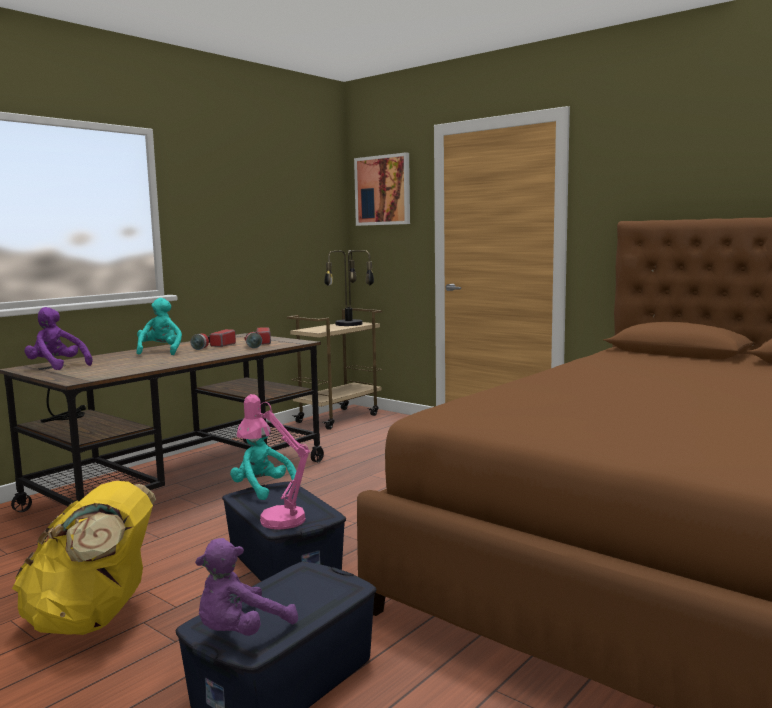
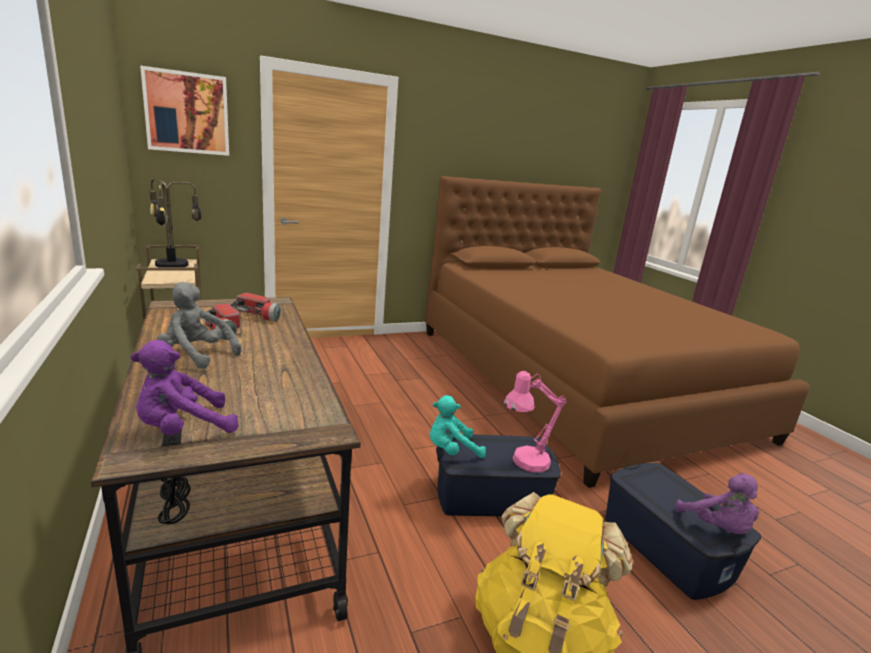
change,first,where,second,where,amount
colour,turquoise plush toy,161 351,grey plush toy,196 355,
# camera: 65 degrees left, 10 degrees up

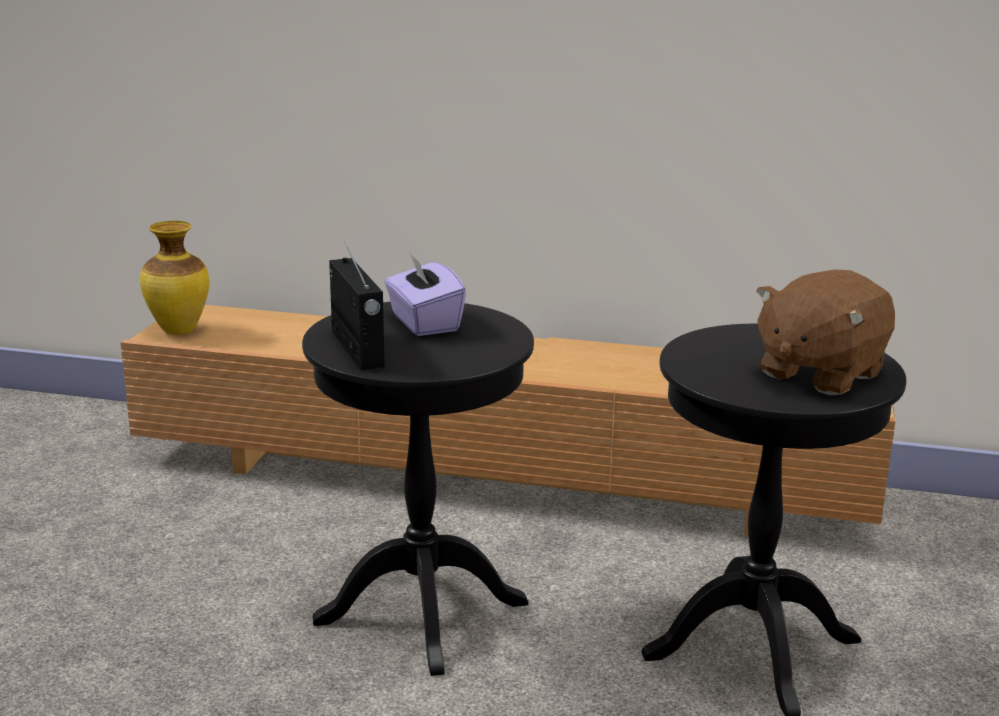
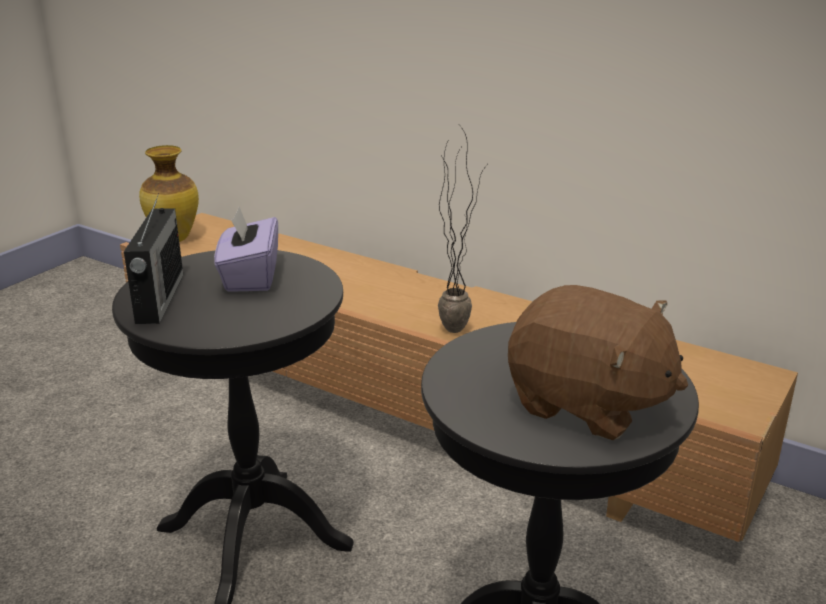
change,first,where,second,where,amount
spun,brown plush toy,819 373,,587 404,120 degrees counterclockwise
appeared,,,potted plant,459 325,
# camera: 20 degrees right, 5 degrees up

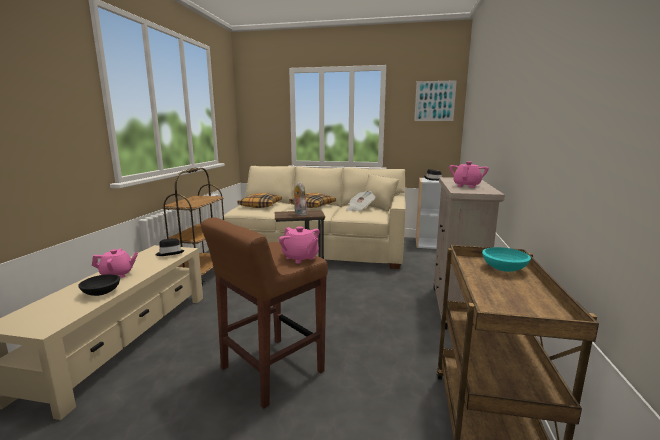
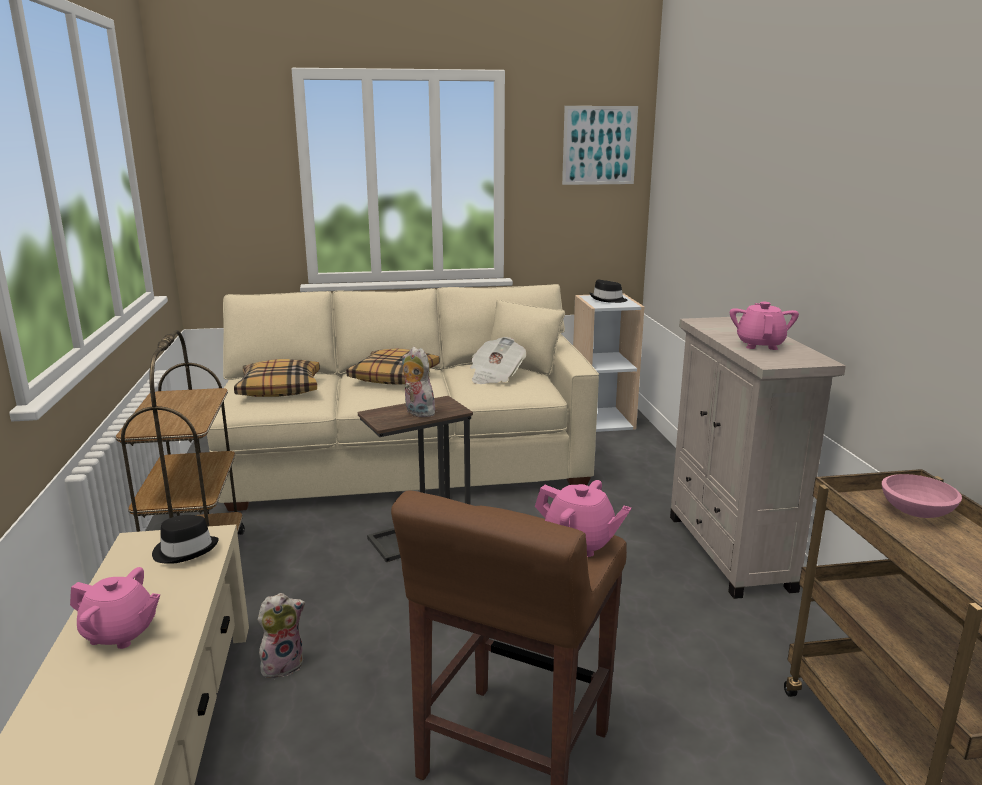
change,first,where,second,where,amount
colour,turquoise bowl,504 269,pink bowl,917 511,
spun,pink teapot,117 274,,120 633,45 degrees clockwise
missing,black bowl,102 292,,,
appeared,,,plush toy,283 664,
# camera: 20 degrees left, 5 degrees up

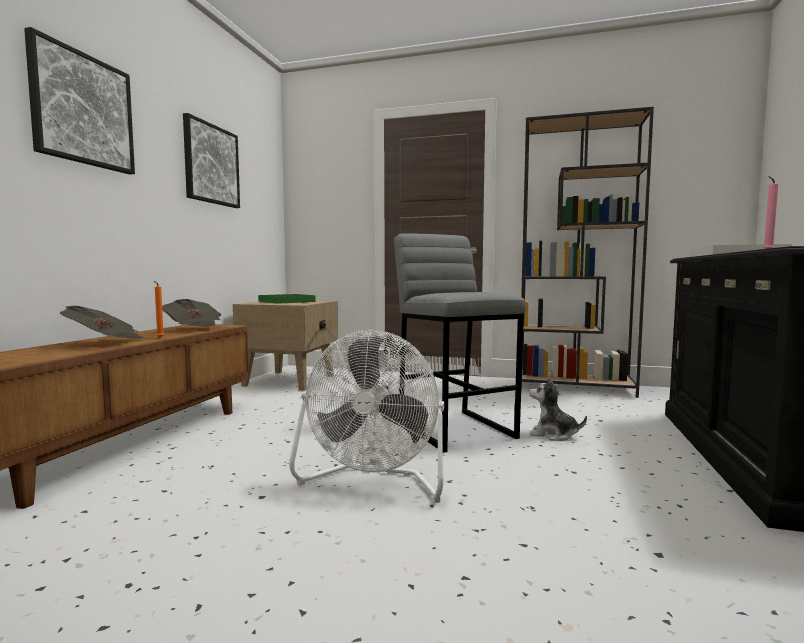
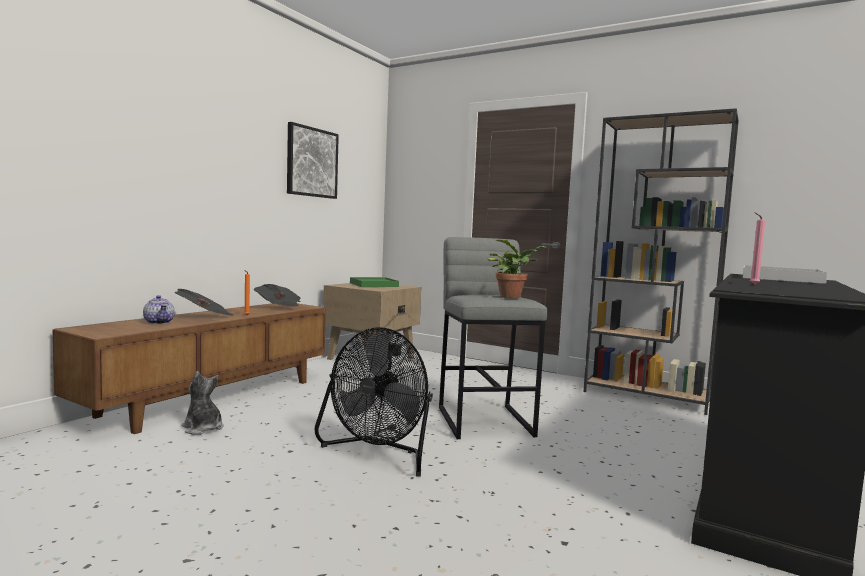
change,first,where,second,where,amount
missing,picture,83 109,,,
colour,white fan,370 479,black fan,379 451,
relocated,plush toy,553 435,,203 428,
appeared,,,potted plant,512 297,
appeared,,,teapot,159 322,
# camera: 15 degrees right, 0 degrees up

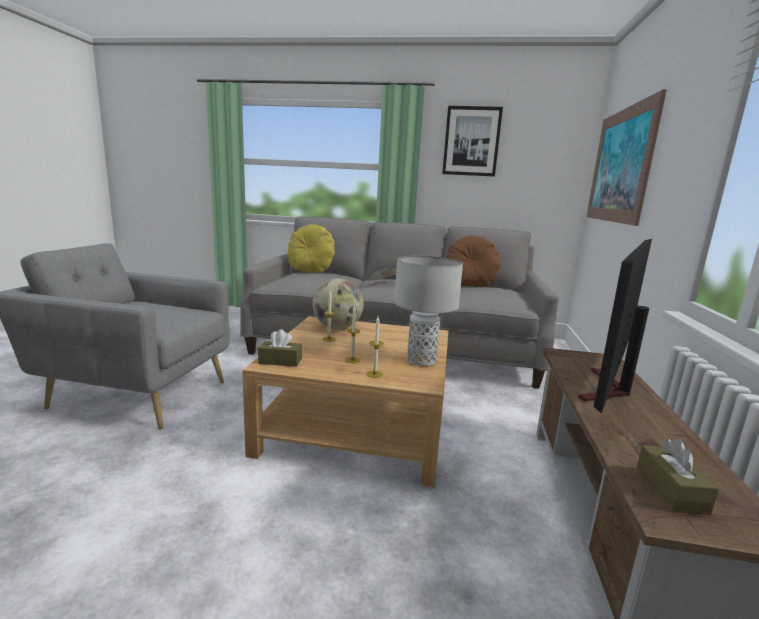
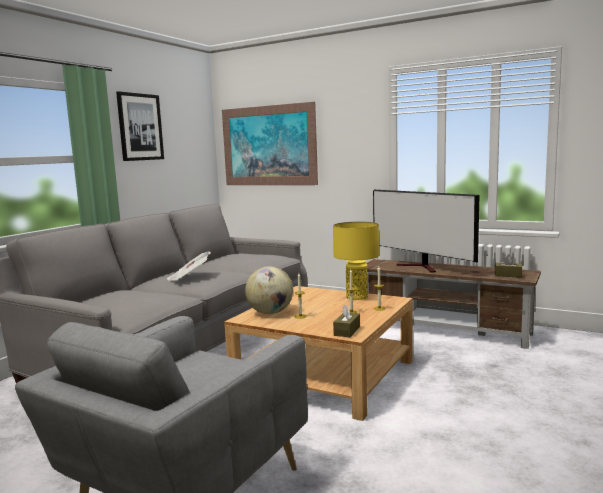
change,first,where,second,where,amount
missing,yellow pillow,311 271,,,
missing,brown pillow,470 285,,,
colour,white table lamp,422 360,yellow table lamp,357 296,
# camera: 70 degrees left, 5 degrees down

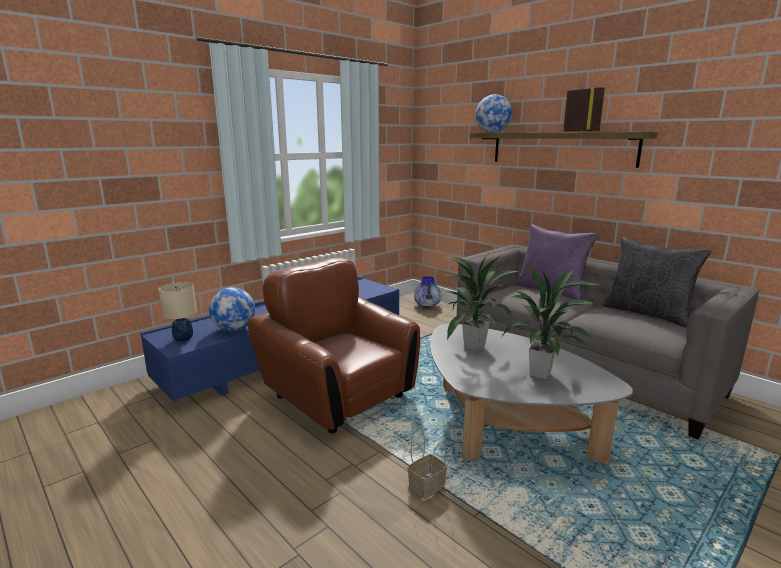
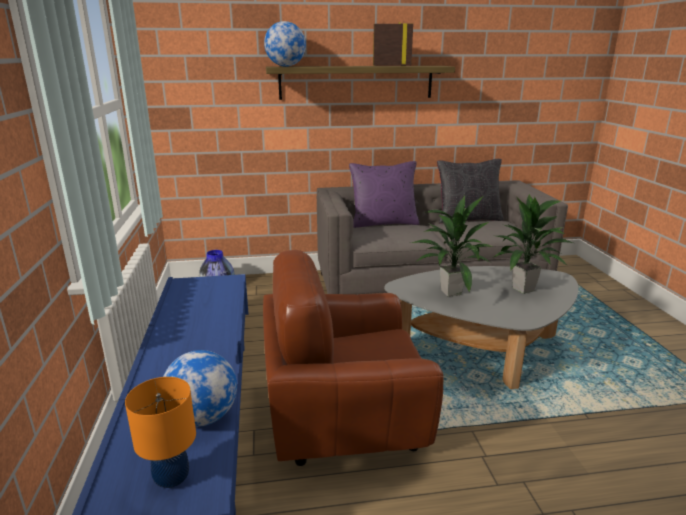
change,first,where,second,where,amount
colour,beige table lamp,182 339,orange table lamp,172 480,
missing,basket,426 487,,,
# camera: 55 degrees left, 5 degrees up

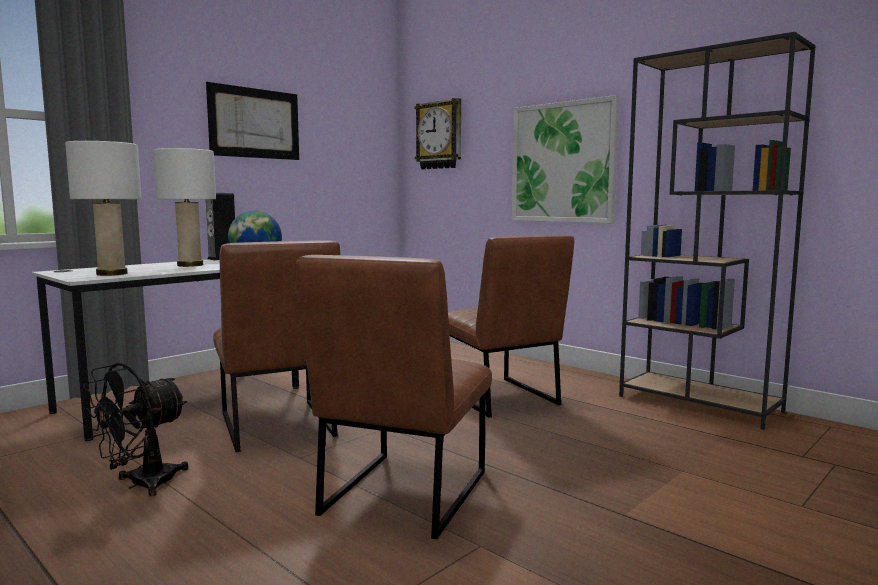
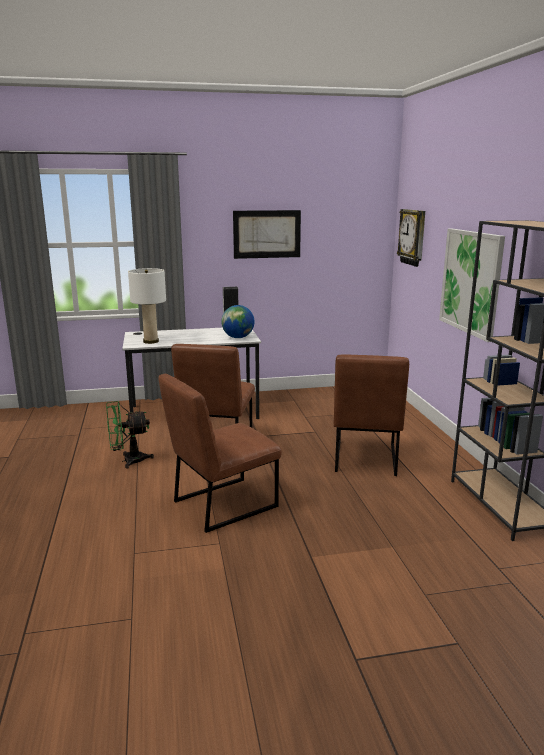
change,first,where,second,where,amount
missing,white table lamp,190 265,,,
colour,black fan,141 484,green fan,128 460,
# camera: 35 degrees right, 10 degrees up

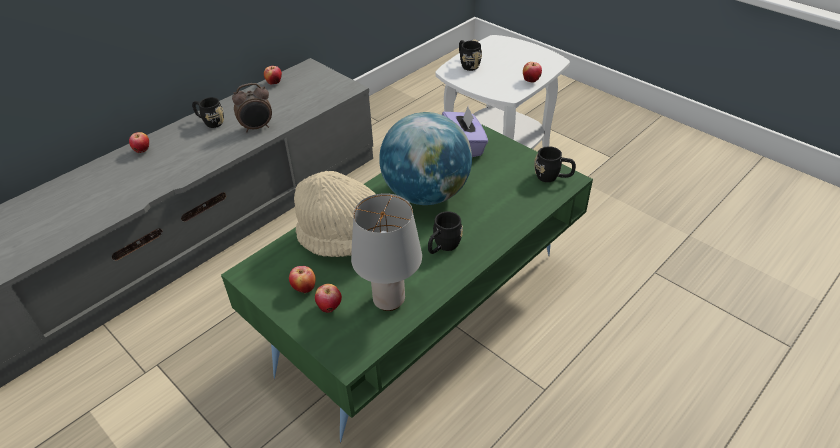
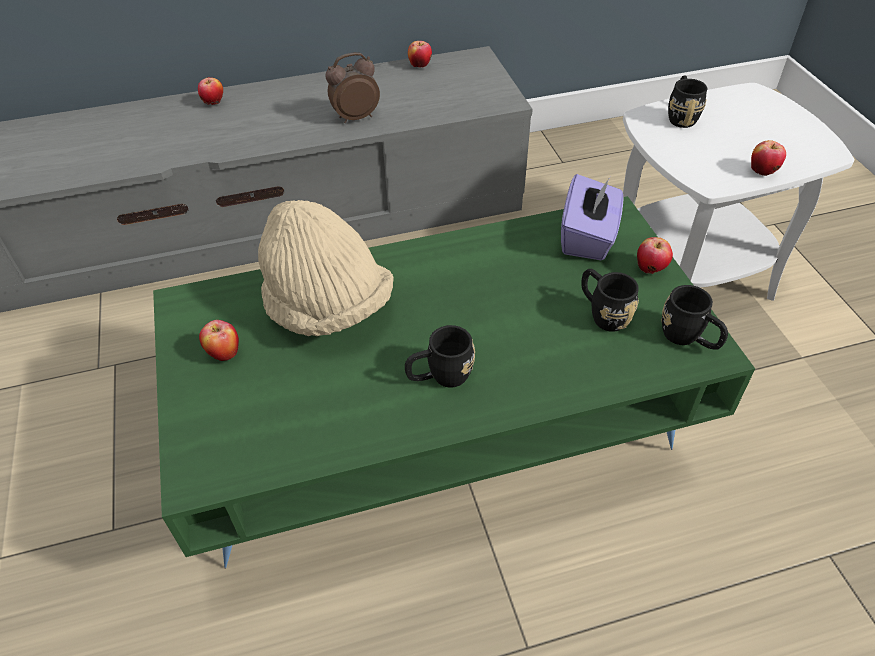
change,first,where,second,where,amount
spun,alarm clock,257 128,,355 117,150 degrees clockwise
relocated,black mug,210 122,,603 313,
missing,globe,426 194,,,
missing,grey table lamp,389 300,,,
relocated,apple,330 307,,650 269,
# camera: 30 degrees right, 5 degrees up

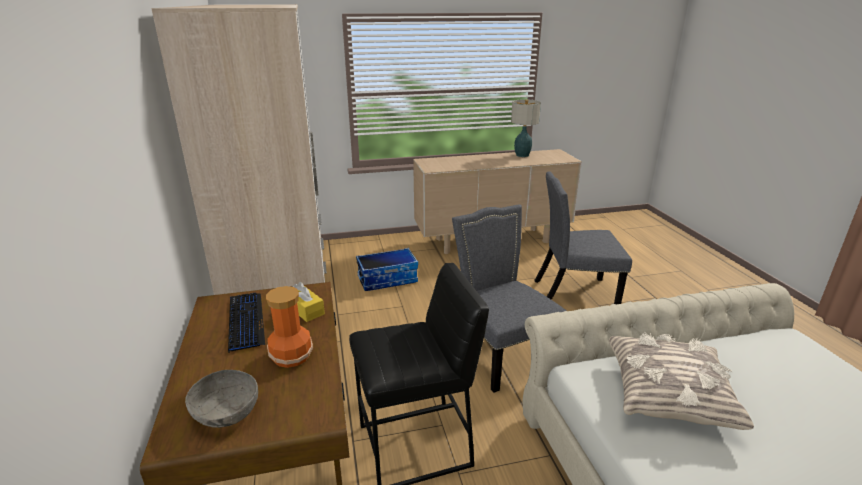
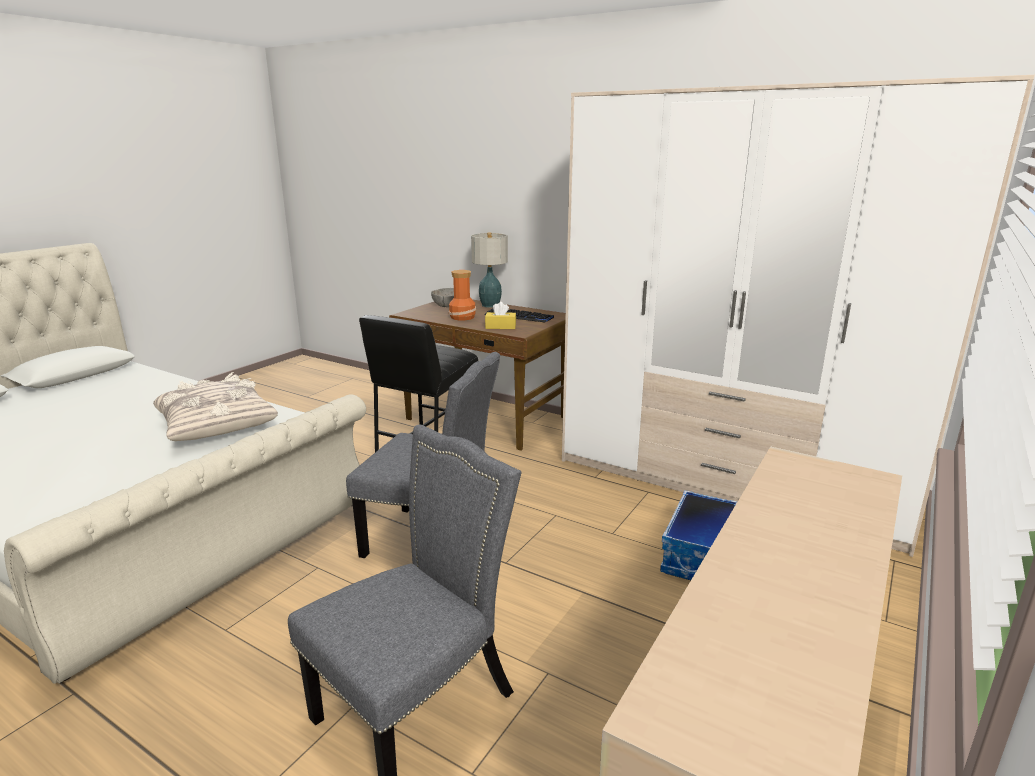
change,first,where,second,where,amount
relocated,table lamp,522 155,,489 305,
# camera: 135 degrees right, 5 degrees down

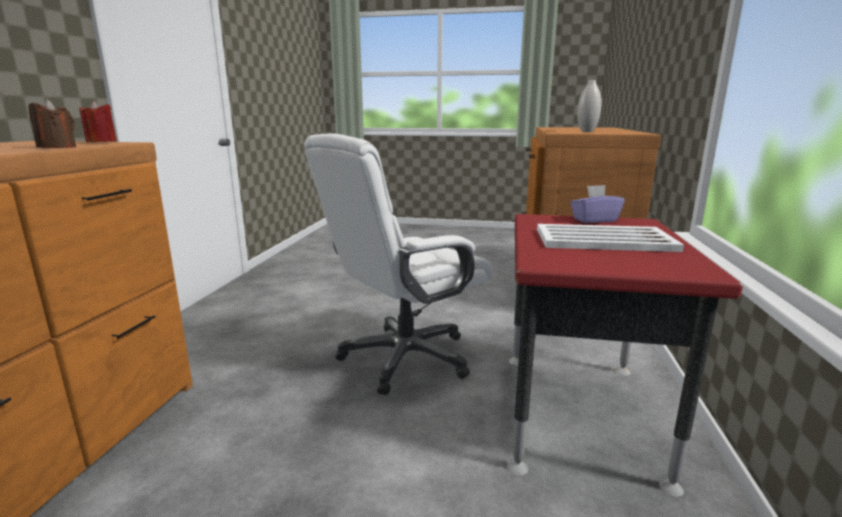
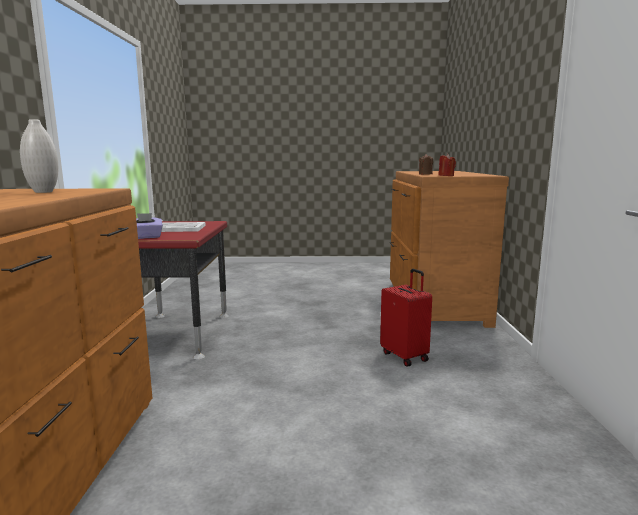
change,first,where,second,where,amount
missing,white office chair,405 358,,,
appeared,,,red suitcase,405 356,
# camera: 170 degrees right, 5 degrees down

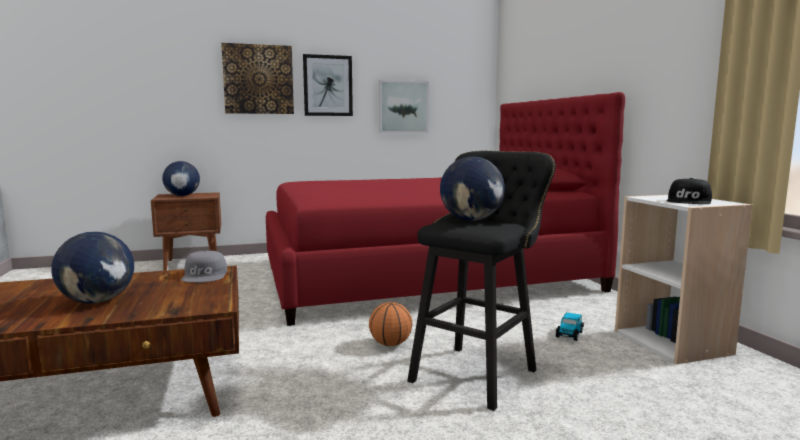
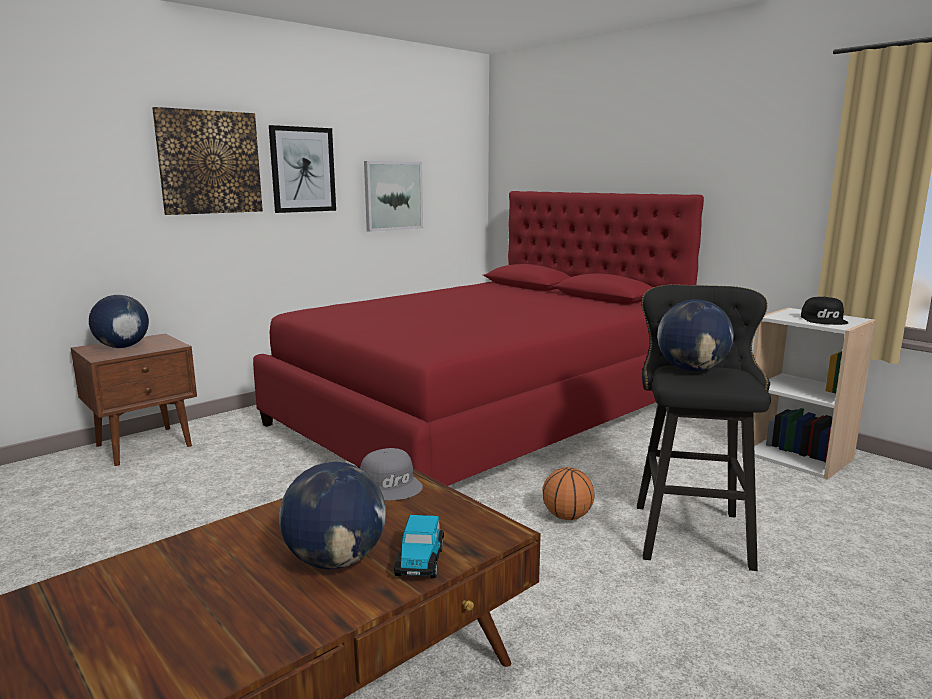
change,first,where,second,where,amount
relocated,toy car,569 334,,420 560,
# camera: 25 degrees left, 5 degrees up

